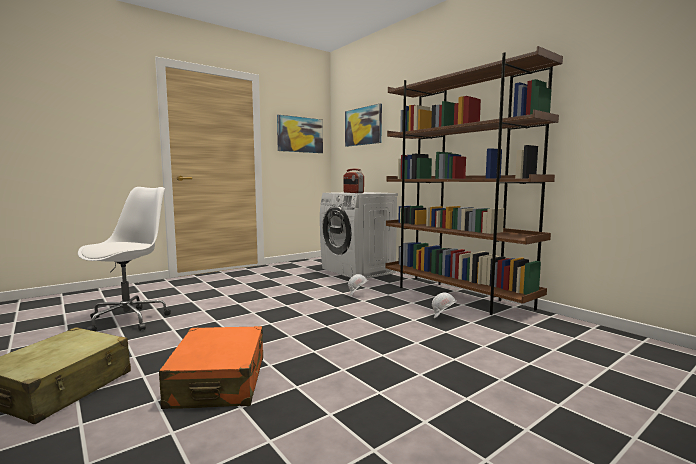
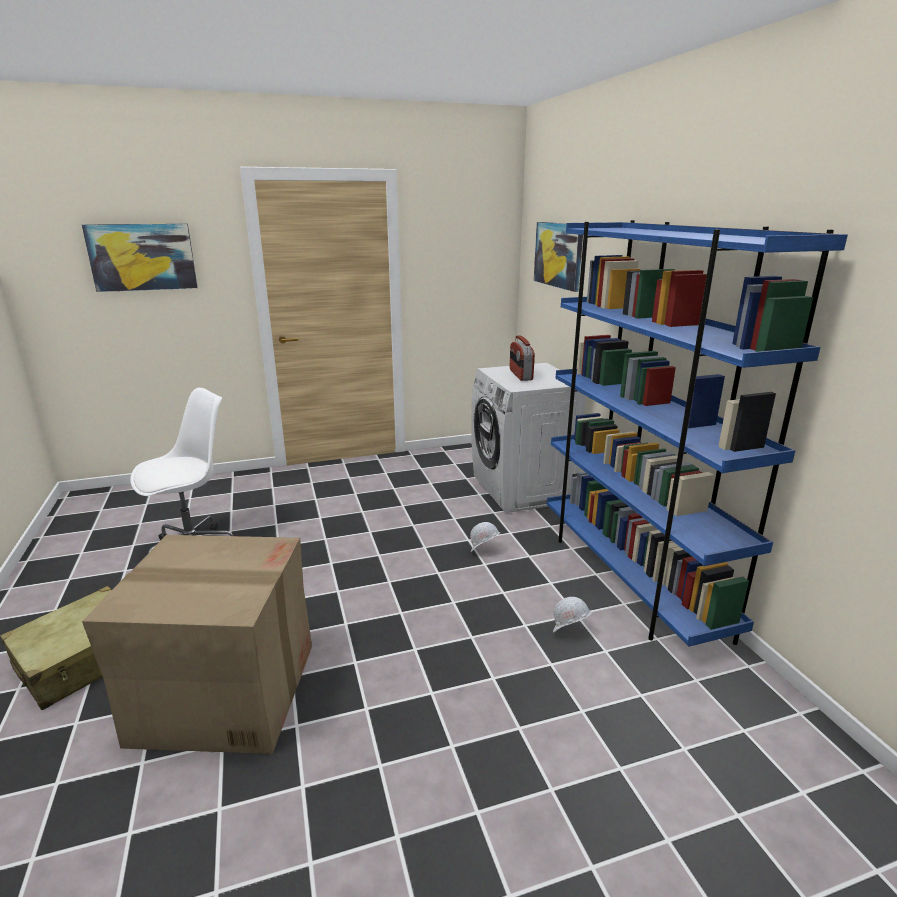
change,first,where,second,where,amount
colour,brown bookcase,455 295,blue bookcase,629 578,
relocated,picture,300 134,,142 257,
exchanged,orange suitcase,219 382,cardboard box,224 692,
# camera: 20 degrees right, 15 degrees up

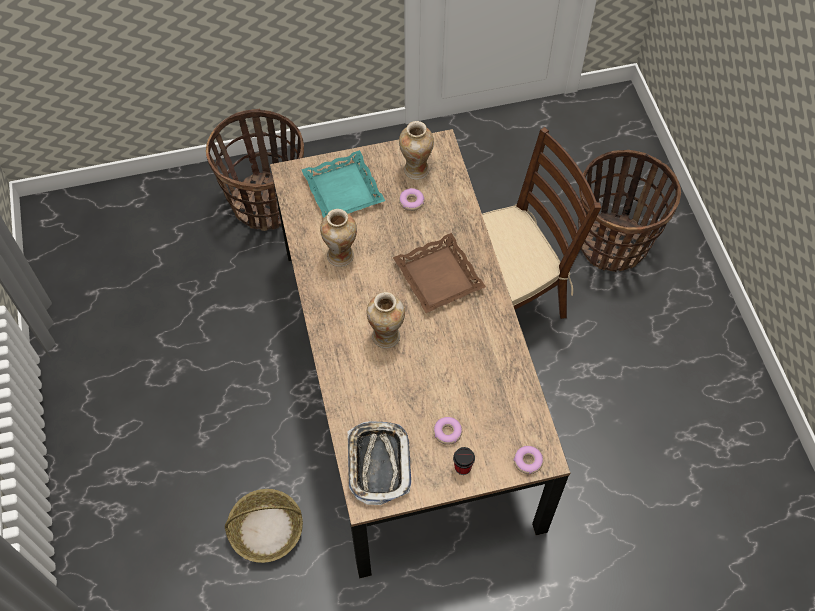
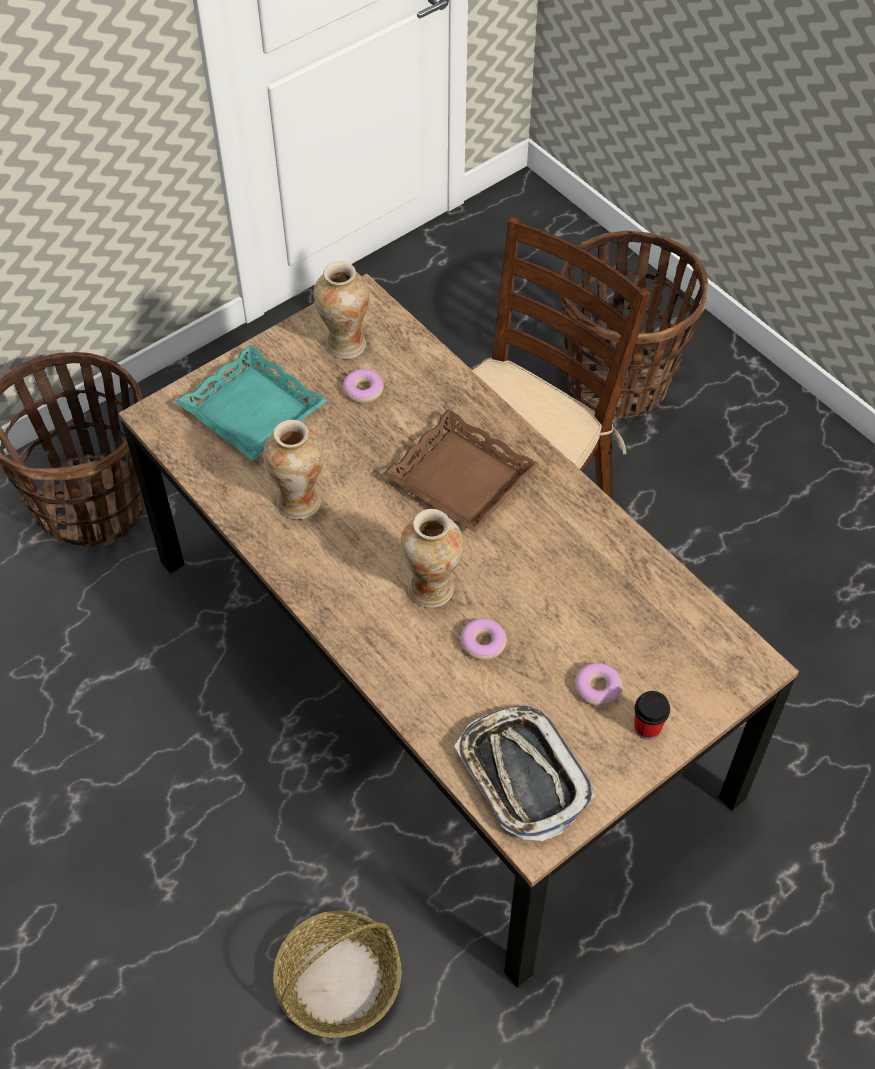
change,first,where,second,where,amount
relocated,donut,528 461,,483 643,
# camera: 25 degrees left, 5 degrees down

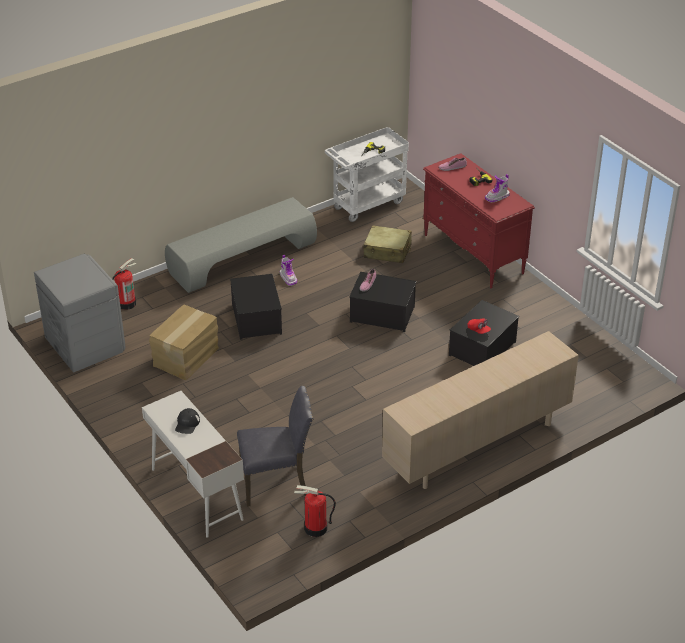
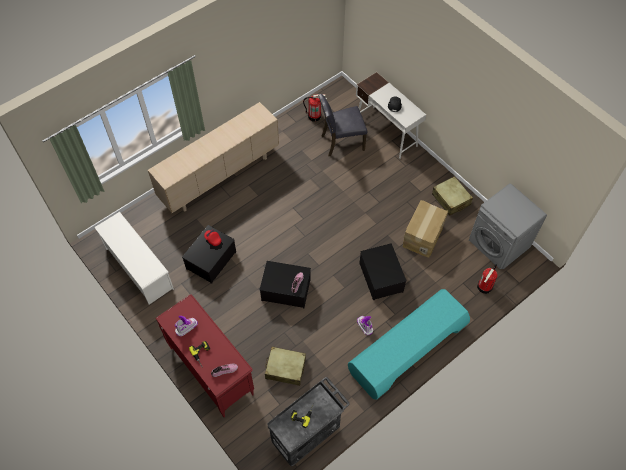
change,first,where,second,where,amount
colour,white cart,366 207,black cart,308 434,
colour,grey bench,242 258,turquoise bench,408 349,
appeared,,,beige suitcase,451 199,
appeared,,,white shoe rack,138 268,
# camera: 175 degrees right, 20 degrees up

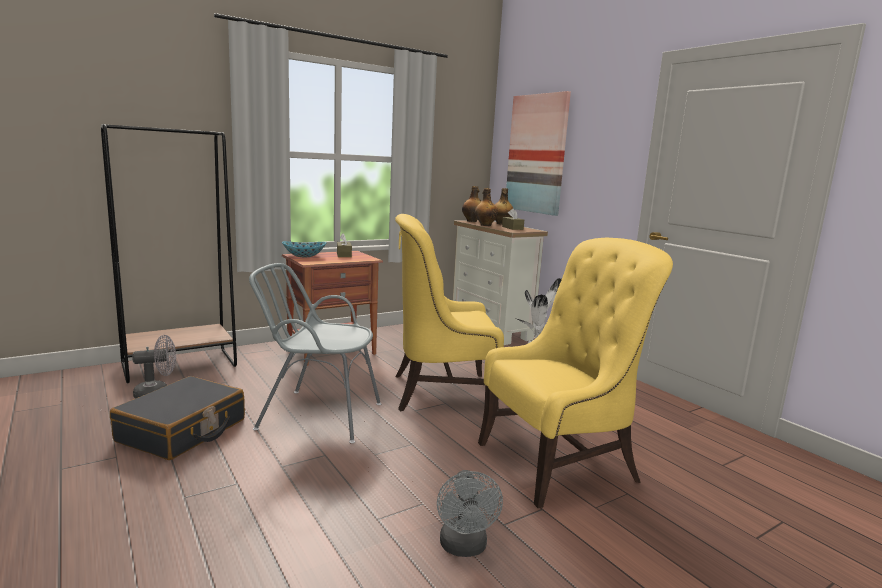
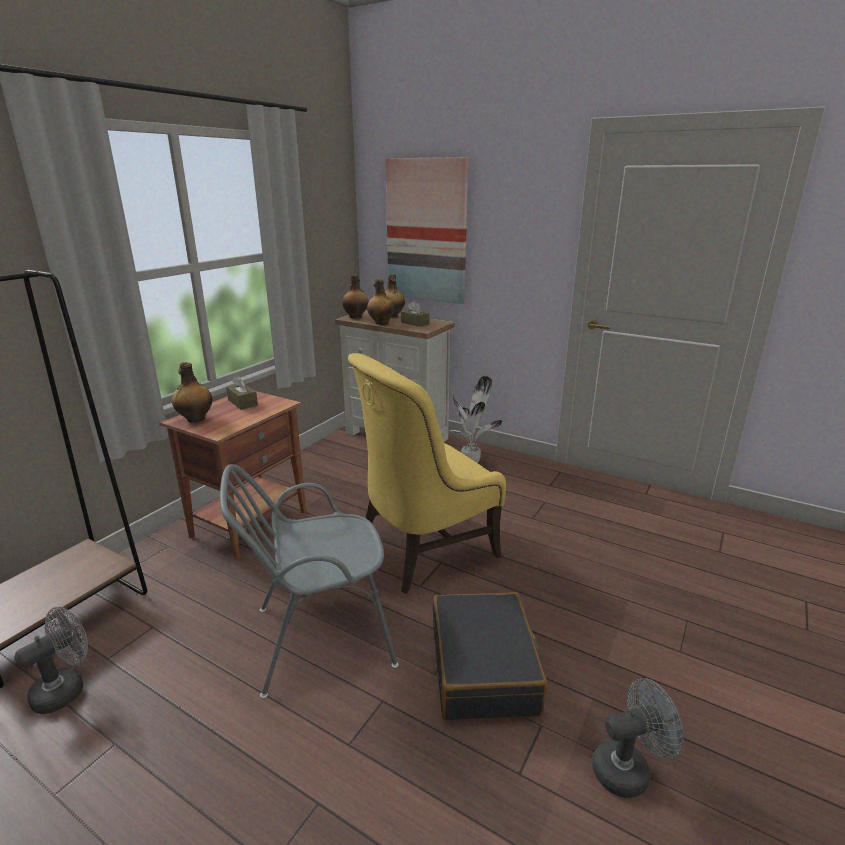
change,first,where,second,where,amount
missing,yellow chair,559 462,,,
exchanged,bowl,304 256,bottle,195 419,
relocated,black suitcase,182 431,,484 668,
spun,grey fan,464 548,,628 769,75 degrees counterclockwise
# camera: 25 degrees left, 10 degrees up

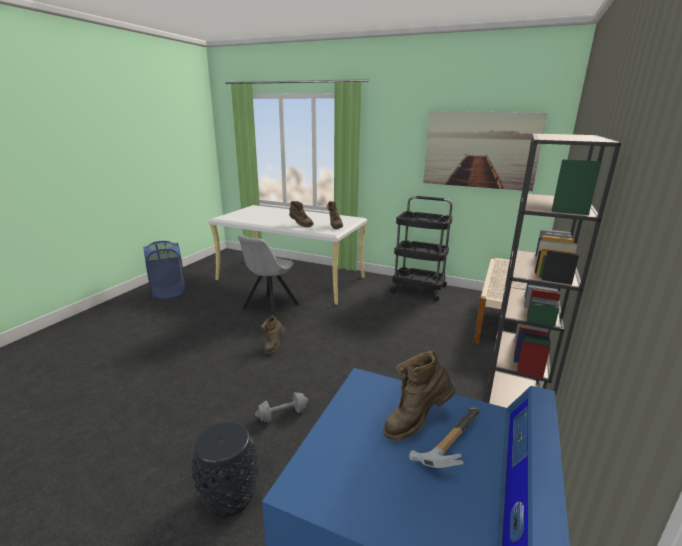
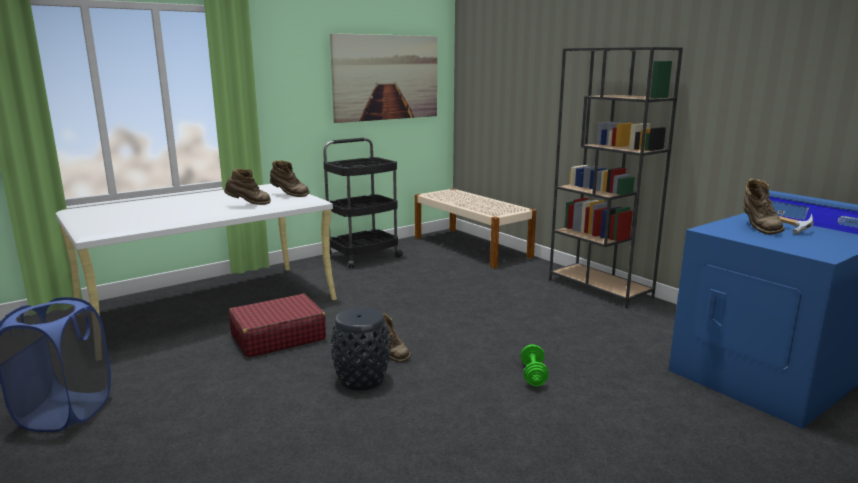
change,first,where,second,where,amount
exchanged,grey chair,269 307,red suitcase,277 337,
colour,grey dumbbell,282 414,green dumbbell,533 375,
relocated,black stool,229 496,,362 379,
# camera: 60 degrees left, 5 degrees down

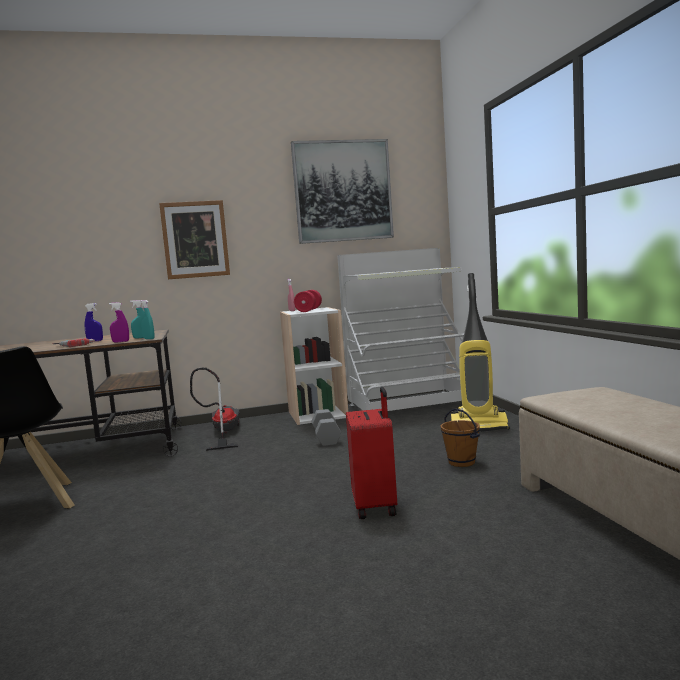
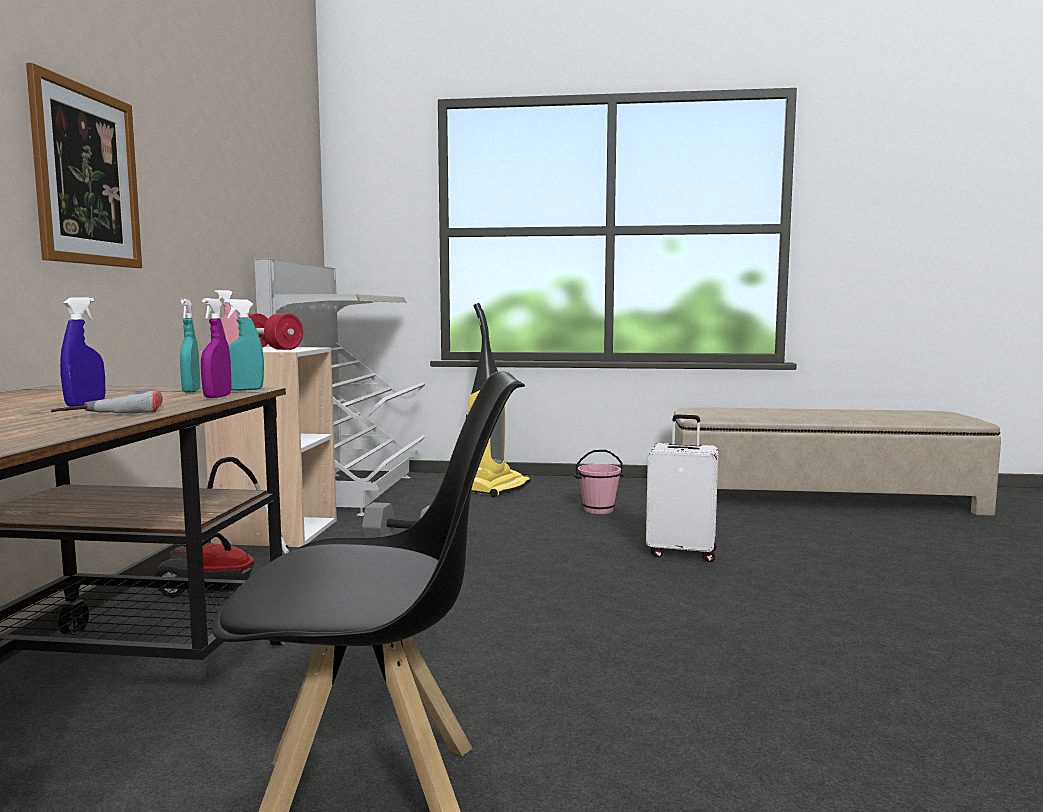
change,first,where,second,where,amount
missing,picture,343 191,,,
colour,red suitcase,376 506,white suitcase,682 552,
colour,brown bucket,462 462,pink bucket,598 510,
# camera: 70 degrees left, 0 degrees up

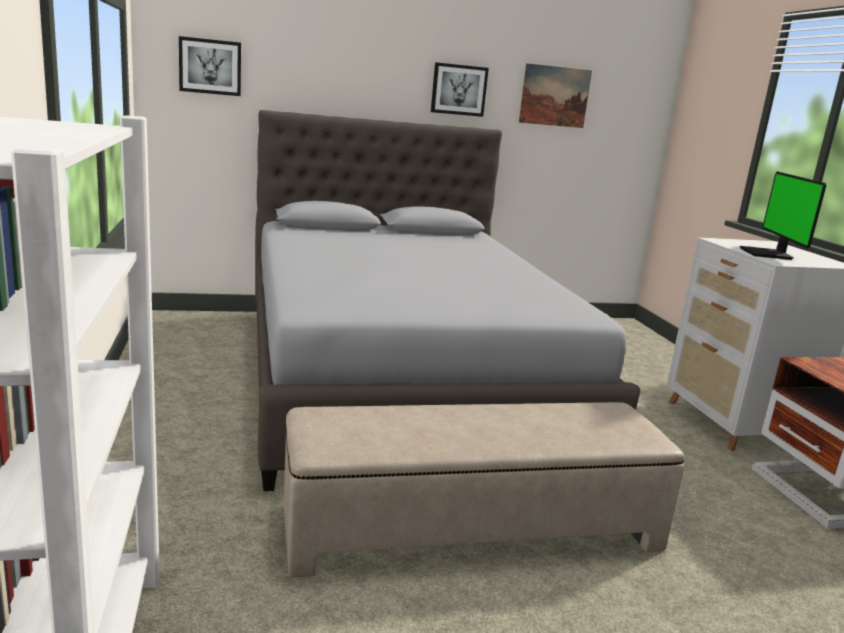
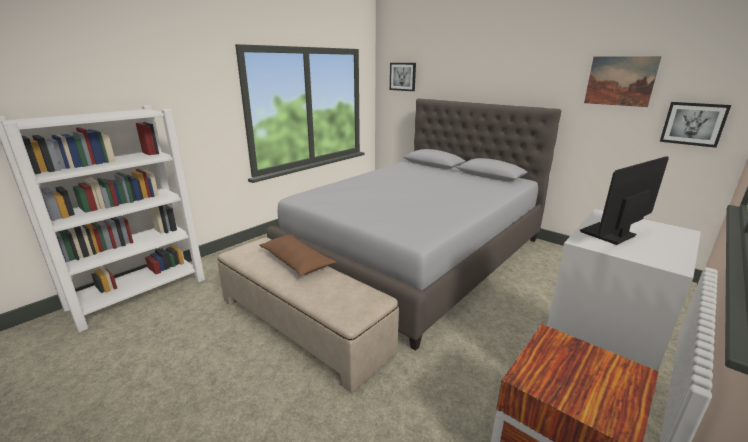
change,first,where,second,where,amount
relocated,picture,459 90,,693 124,
appeared,,,brown pillow,296 261,
# camera: 55 degrees right, 5 degrees up

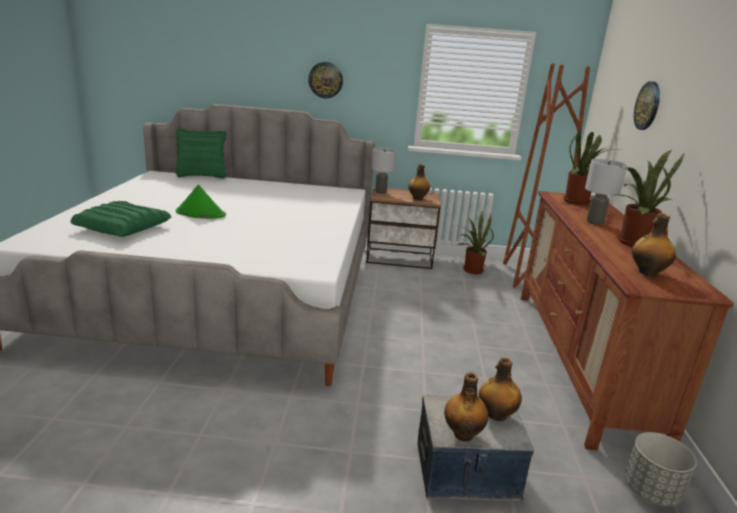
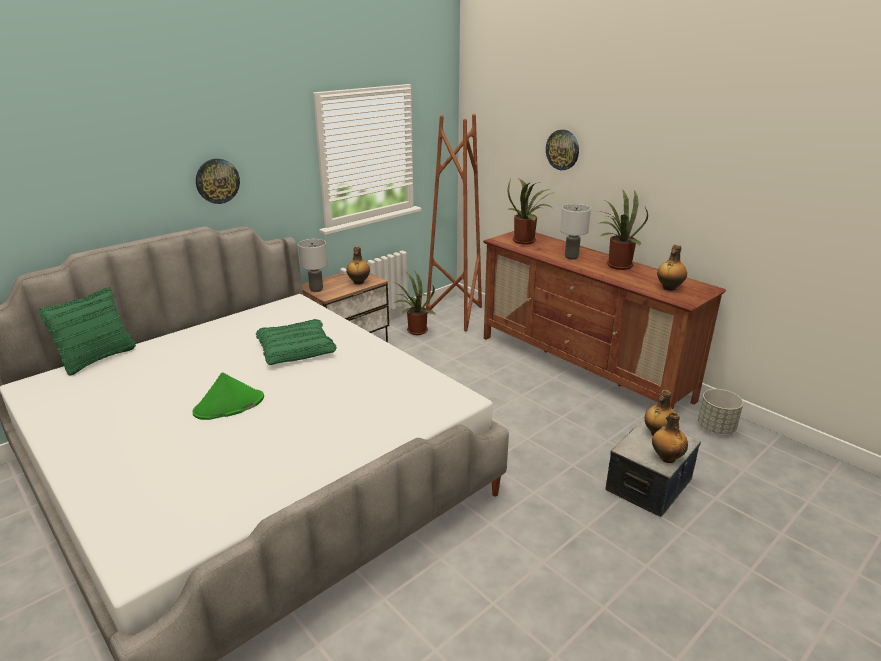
change,first,where,second,where,amount
relocated,green pillow,123 228,,296 350,
# camera: 45 degrees left, 5 degrees up

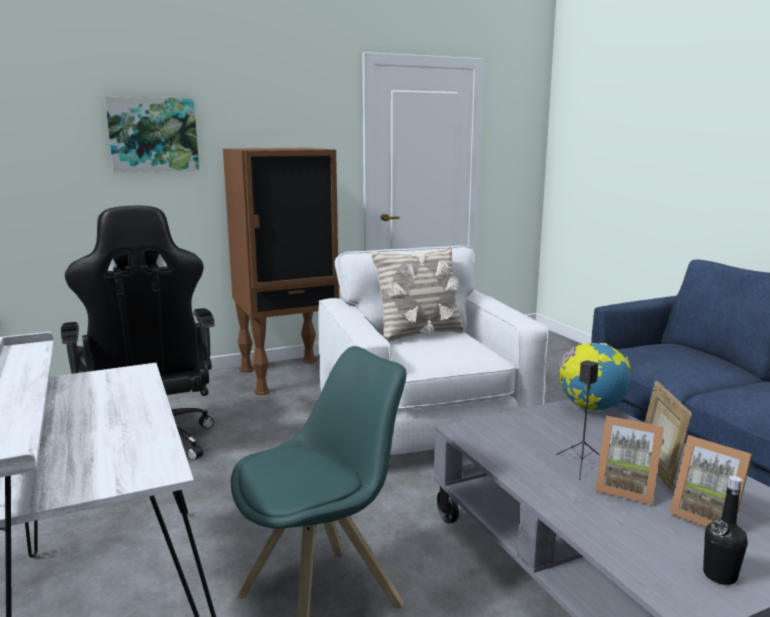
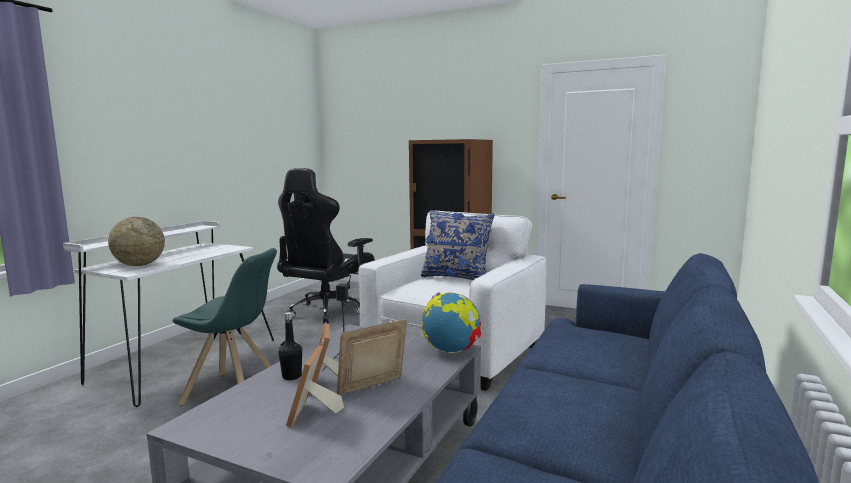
change,first,where,second,where,amount
missing,picture,153 134,,,
colour,beige pillow,419 334,blue pillow,456 278,
relocated,black bottle,719 575,,292 376,
appeared,,,globe,139 265,
# camera: 50 degrees right, 5 degrees down

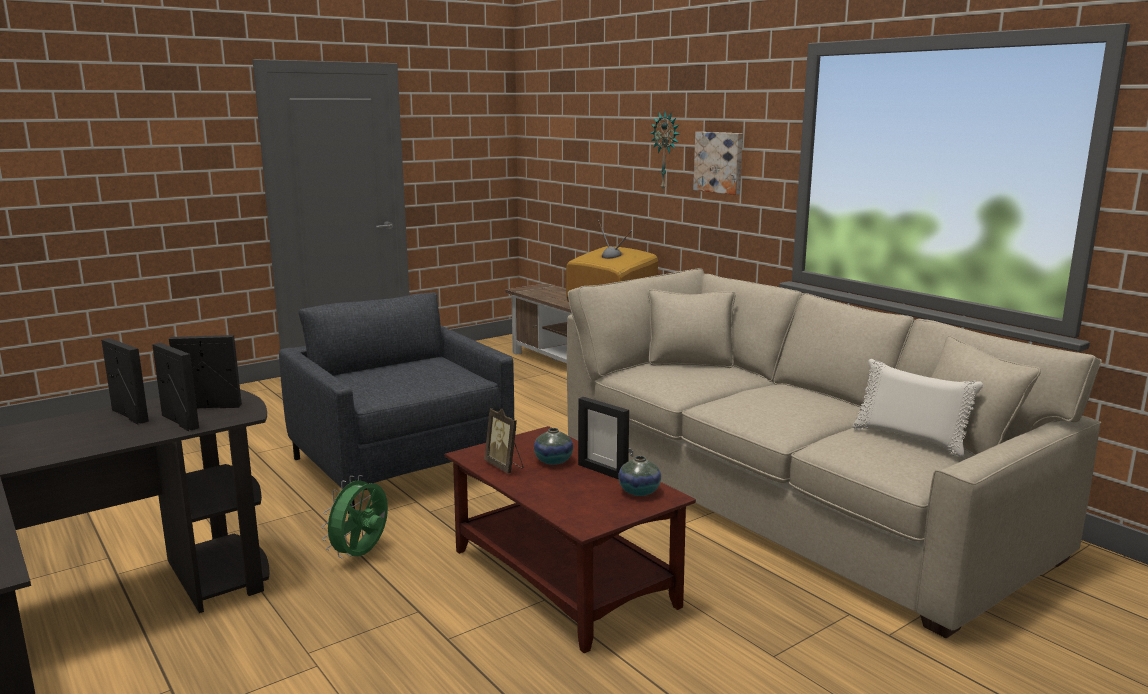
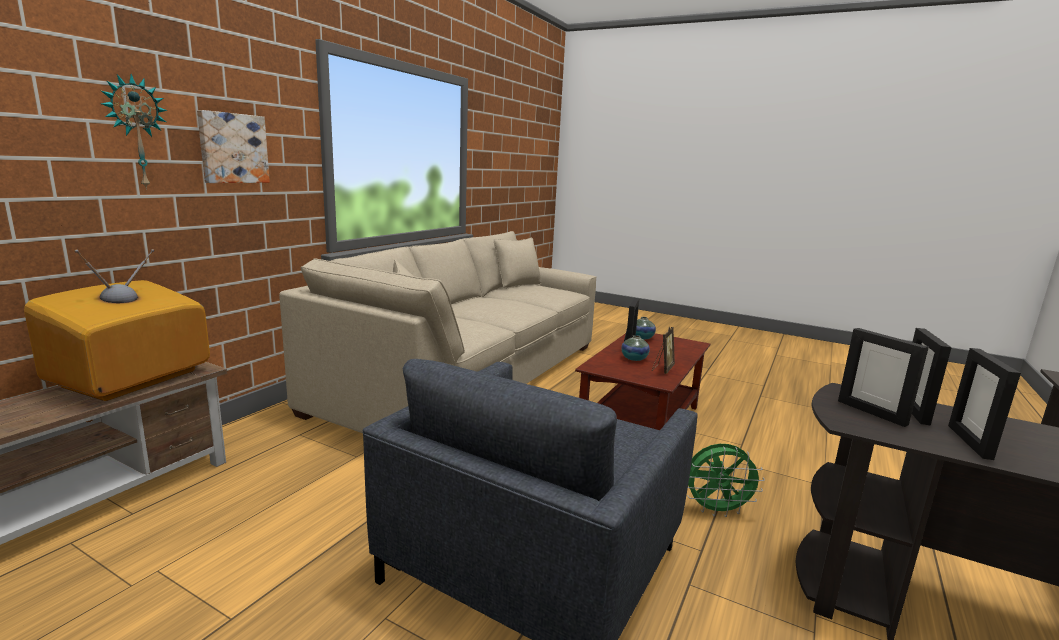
change,first,where,second,where,amount
missing,white pillow,910 439,,,
# camera: 115 degrees left, 0 degrees up

